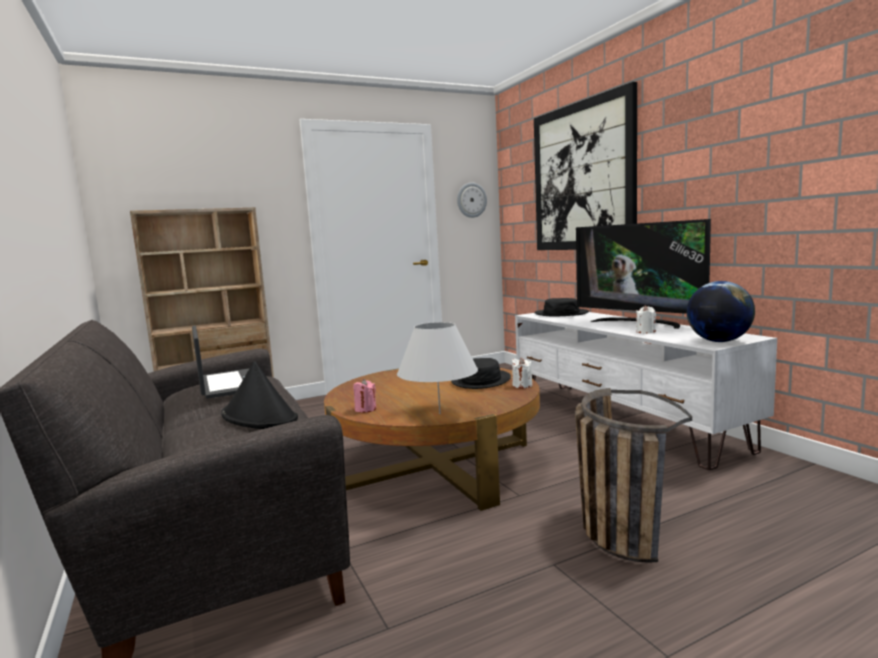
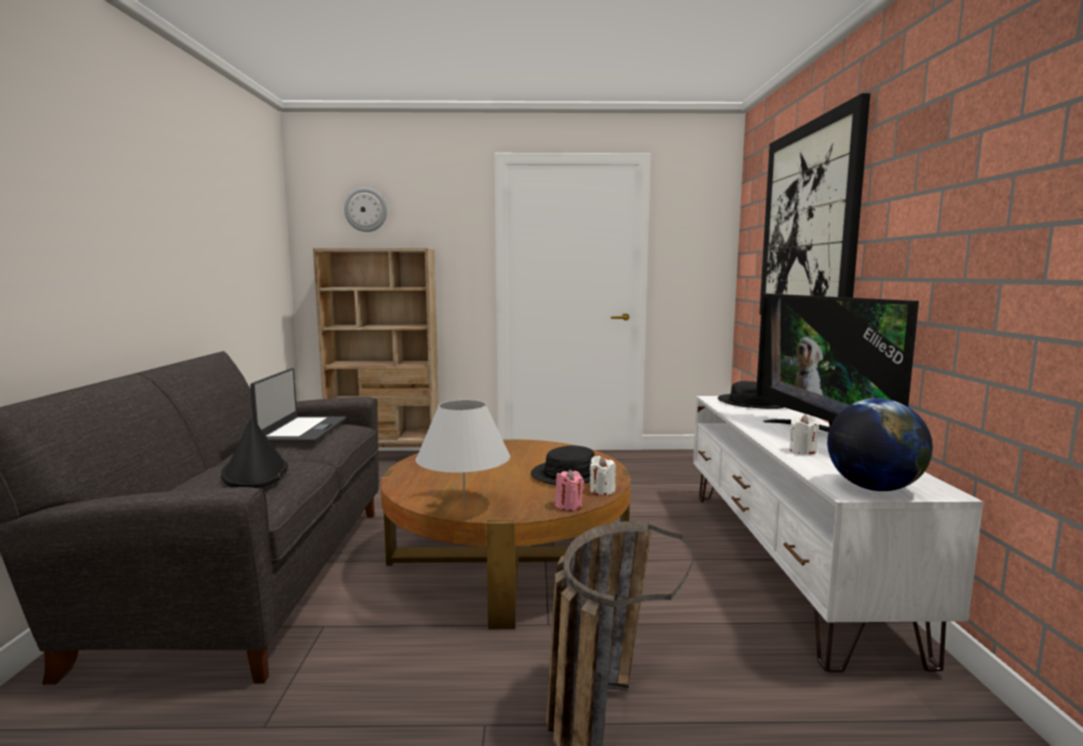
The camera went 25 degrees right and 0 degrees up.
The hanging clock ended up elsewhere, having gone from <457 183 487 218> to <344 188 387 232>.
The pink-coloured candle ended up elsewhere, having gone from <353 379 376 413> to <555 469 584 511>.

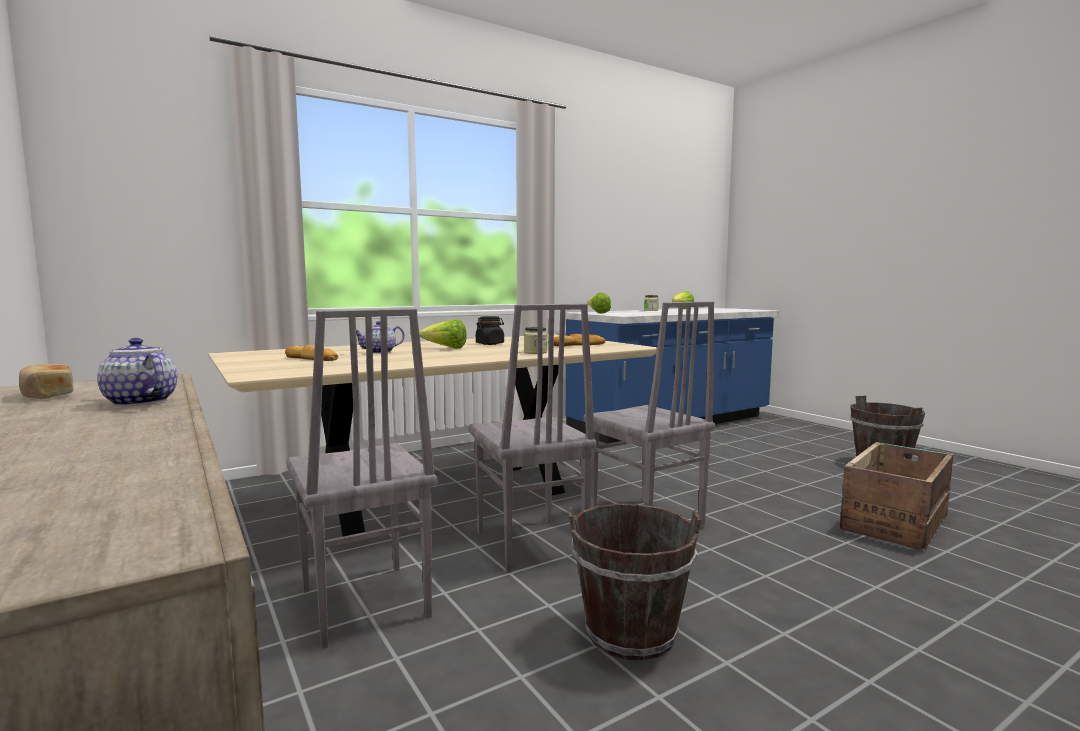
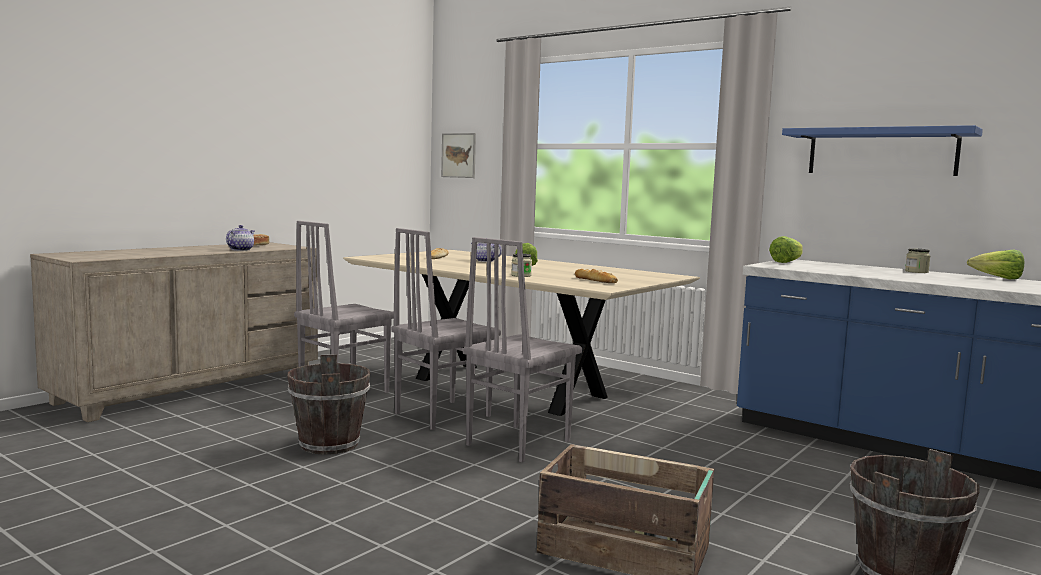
The camera went 70 degrees right and 0 degrees up.
The second view lost the blackish storage jar at <476 316 504 345>.
The second view gained the bluish wall shelf at <782 125 983 176>.
The second view gained the wall art at <441 133 476 178>.

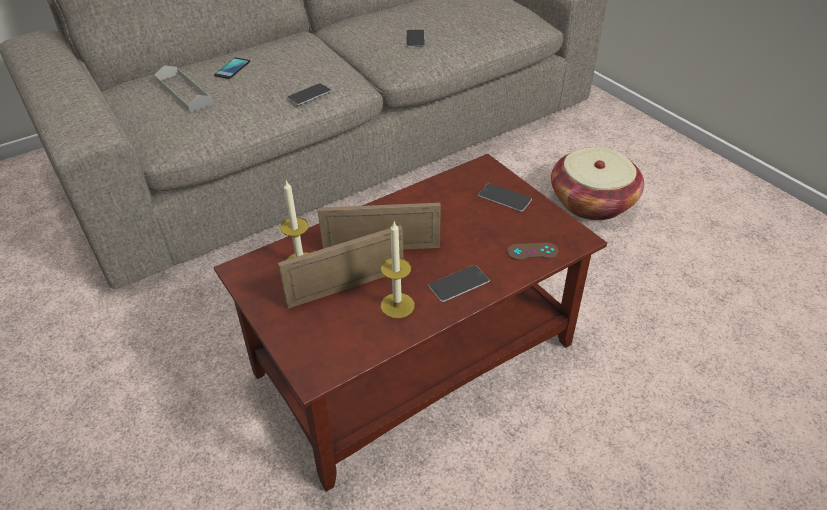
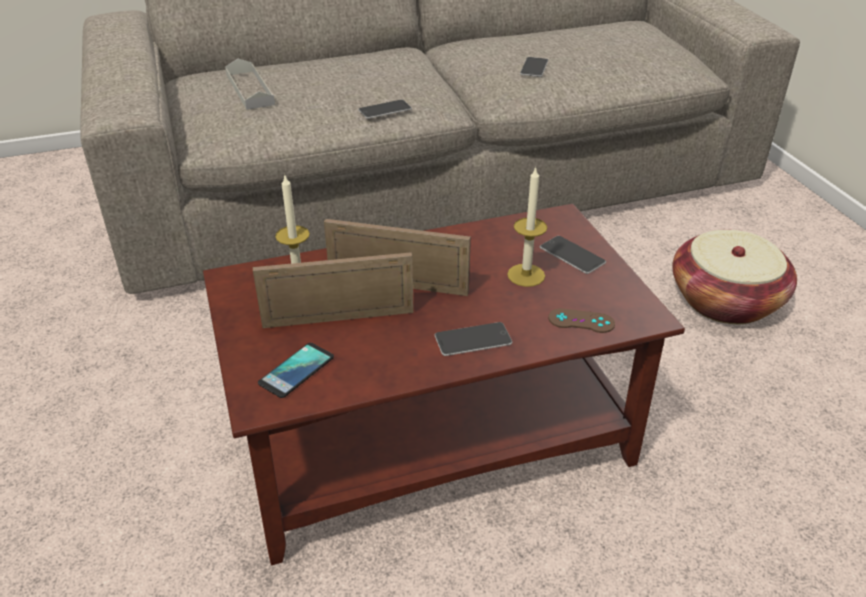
The camera went 15 degrees right and 5 degrees down.
The handset ended up elsewhere, having gone from <214 58 250 79> to <258 343 334 398>.
The candle ended up elsewhere, having gone from <381 222 414 318> to <507 166 547 287>.

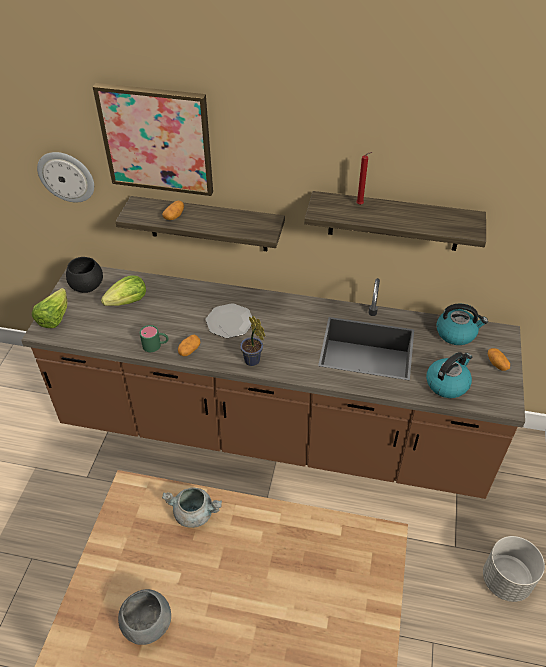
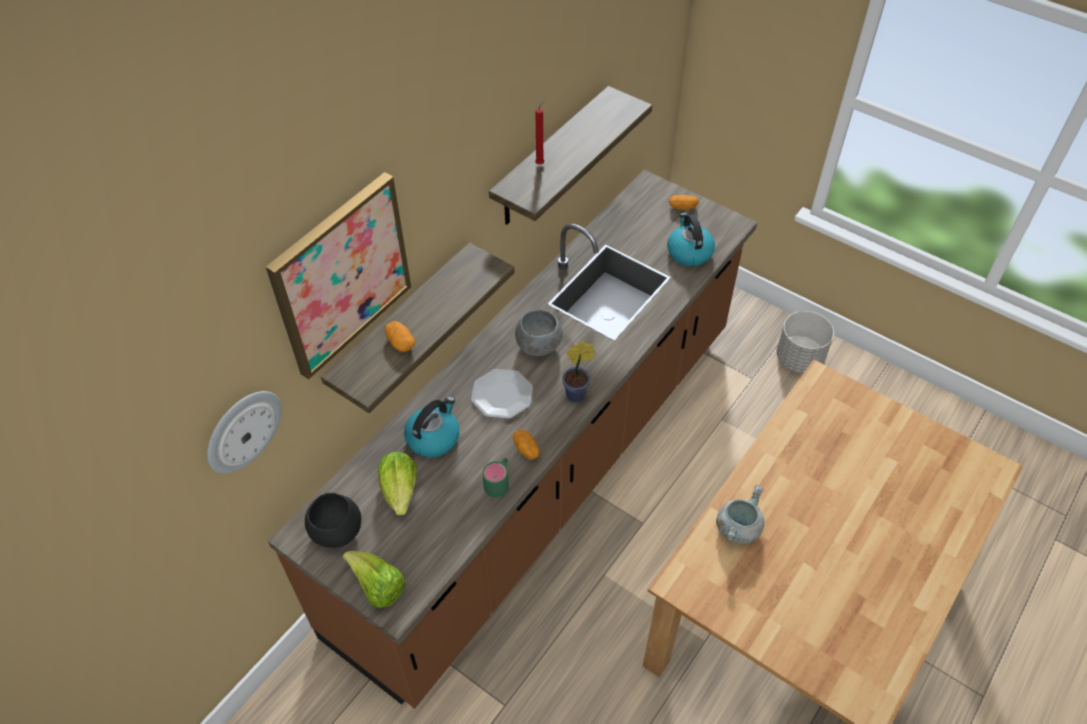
The camera went 65 degrees left and 5 degrees up.
The kettle ended up elsewhere, having gone from <436 304 488 345> to <404 396 459 457>.
The gray deep dish ended up elsewhere, having gone from <118 589 171 645> to <515 309 562 356>.

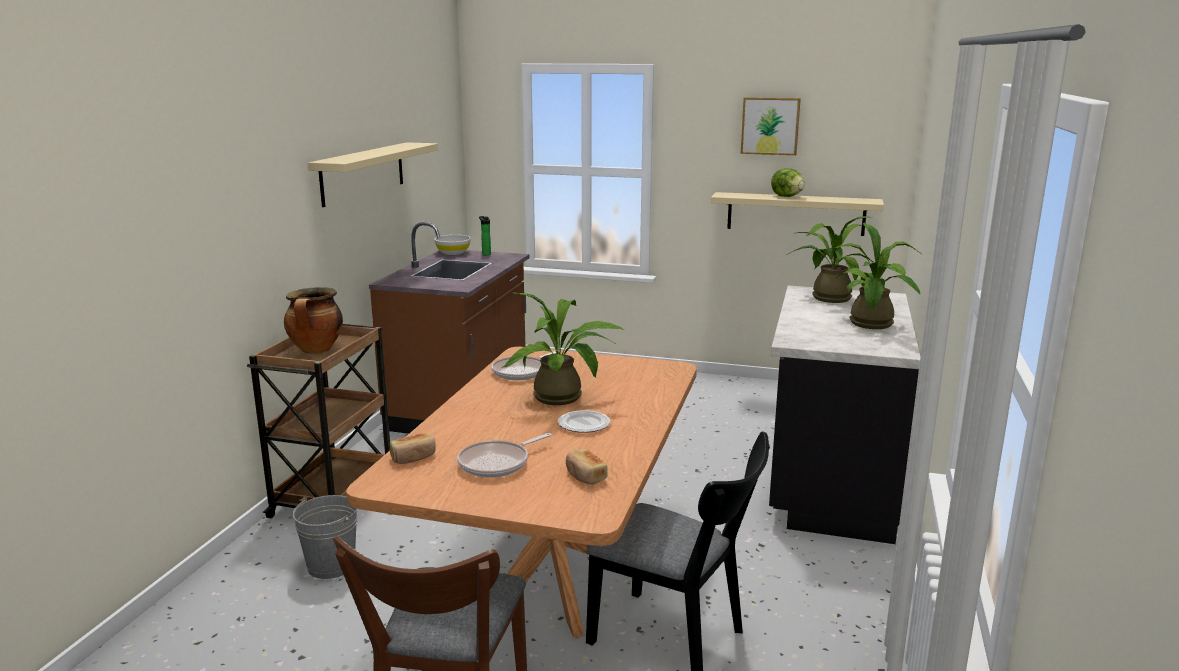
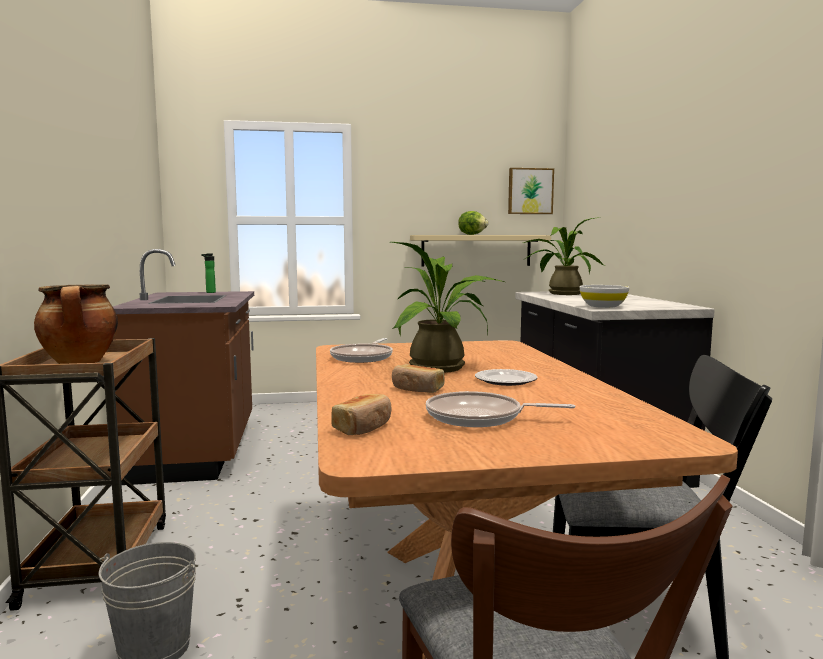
The camera went 25 degrees left and 10 degrees down.
The wall art ended up elsewhere, having gone from <741 97 801 155> to <508 168 554 214>.
The second view lost the beige-coloured wall shelf at <308 142 438 207>.
The second view lost the plant in a pot at <833 223 921 329>.
The white-coloured deep dish ended up elsewhere, having gone from <434 235 471 255> to <580 285 629 308>.
The skillet at <457 433 552 478> ended up facing another way, 75 degrees clockwise from before.
The baked bread ended up elsewhere, having gone from <566 449 607 485> to <392 365 444 393>.

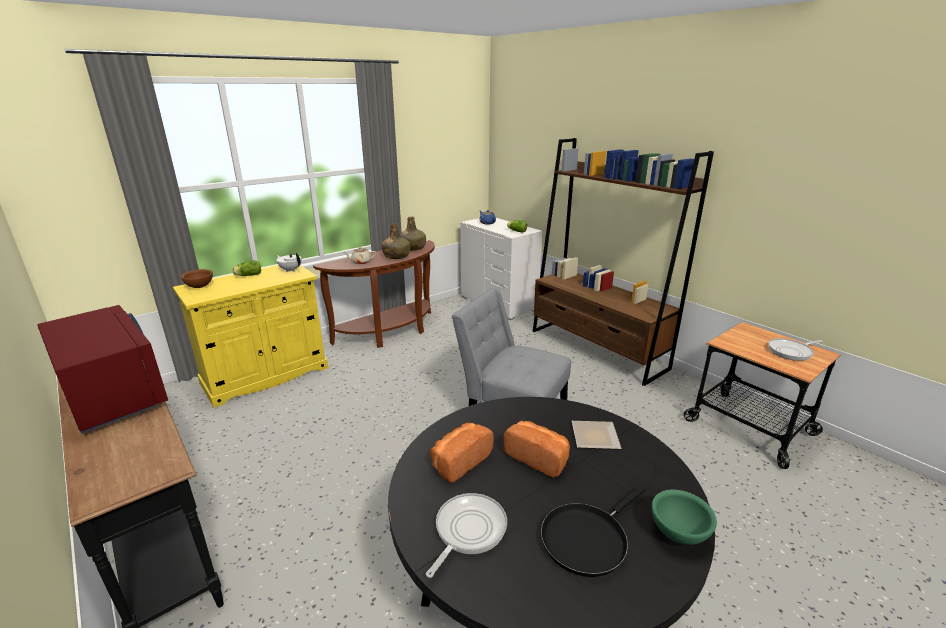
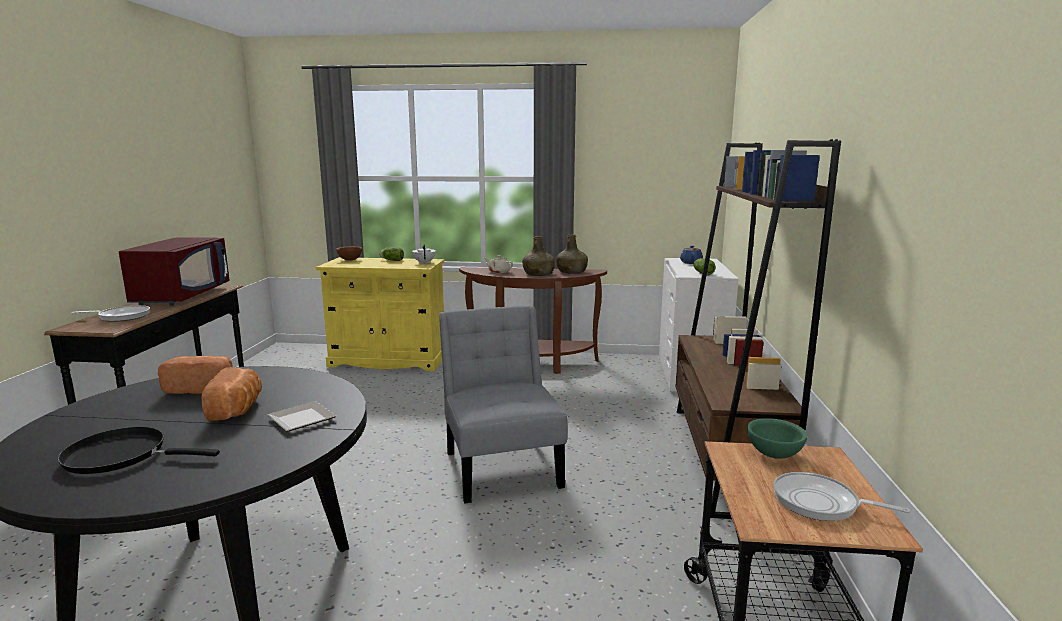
The camera went 45 degrees right and 10 degrees down.
The greenish deep dish ended up elsewhere, having gone from <652 490 717 545> to <747 418 808 459>.
The skillet ended up elsewhere, having gone from <426 493 507 578> to <72 305 150 322>.

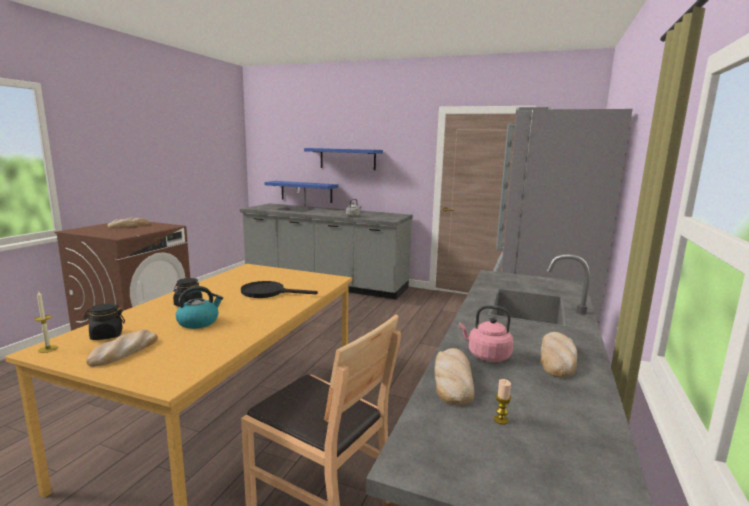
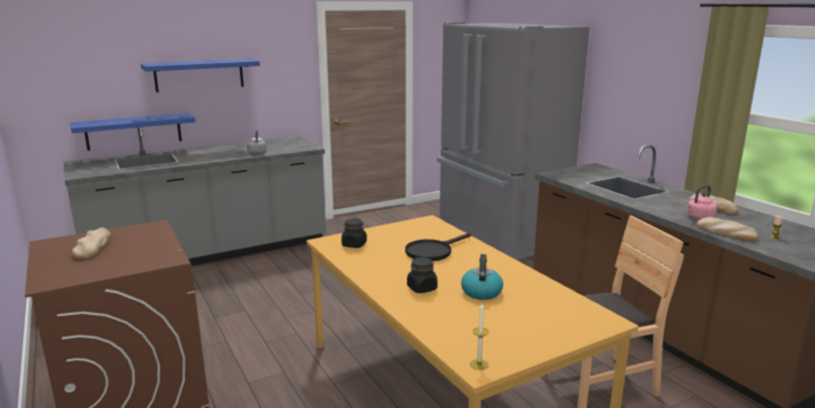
The camera went 50 degrees left and 5 degrees up.
The blackish storage jar ended up elsewhere, having gone from <83 303 125 340> to <342 218 367 248>.
The second view lost the baked bread at <86 329 158 367>.

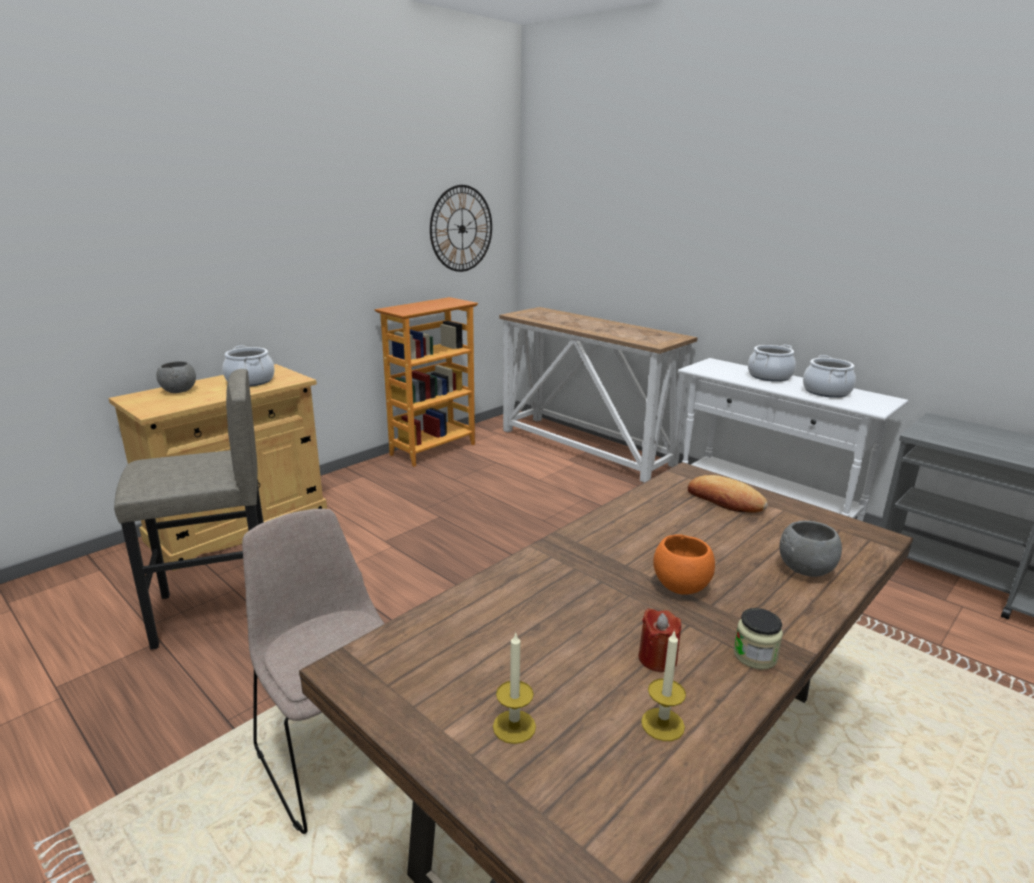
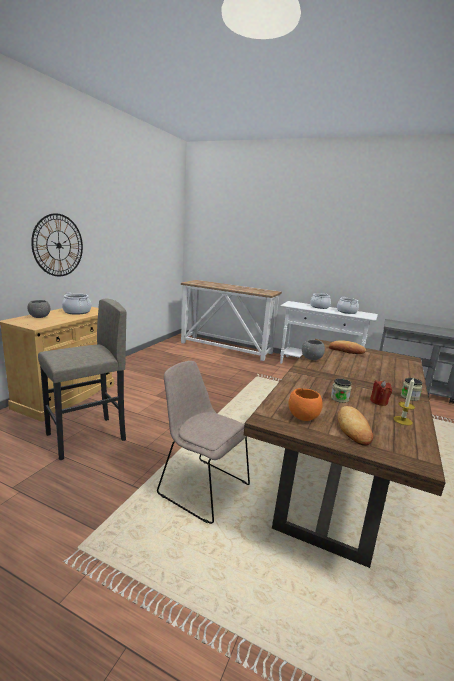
The camera went 20 degrees left and 5 degrees down.
The hanging clock ended up elsewhere, having gone from <430 185 492 272> to <31 213 83 276>.
The second view lost the shelving unit at <374 297 478 467>.
The gray deep dish ended up elsewhere, having gone from <780 521 842 577> to <302 340 325 360>.
The orange-coloured deep dish ended up elsewhere, having gone from <653 534 715 595> to <288 388 323 421>.
Where the candle stood at <493 632 536 744>, the baked bread came to stand at <337 406 373 446>.
The second view gained the storage jar at <331 378 352 403>.

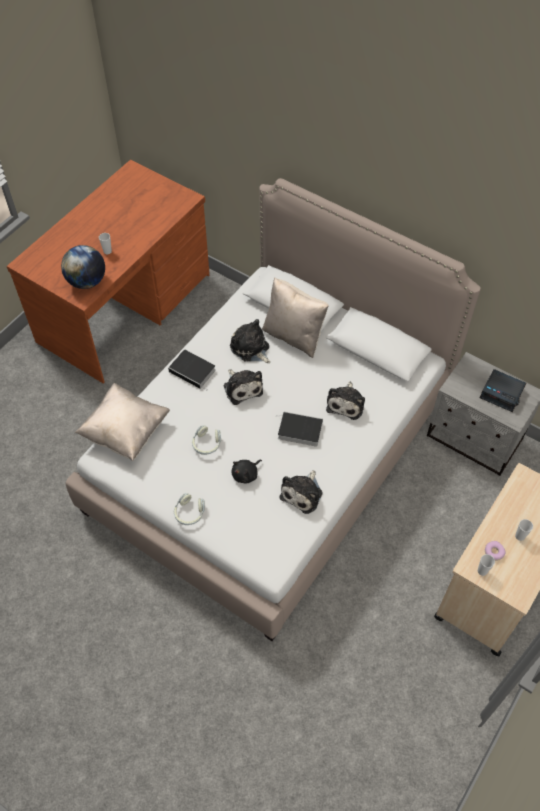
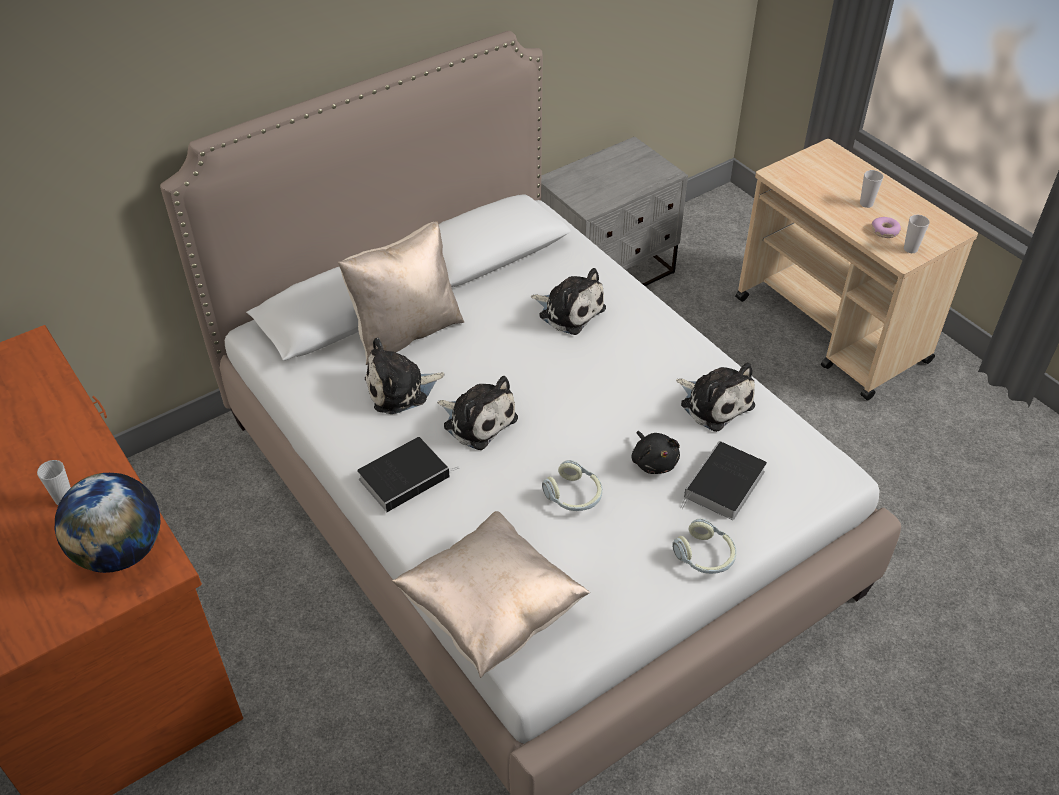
The camera went 70 degrees left and 10 degrees down.
The cuddly toy at <224 369 263 405> ended up facing another way, 45 degrees clockwise from before.
The second view lost the table clock at <480 369 526 412>.
The volume ended up elsewhere, having gone from <276 412 323 447> to <681 441 767 520>.

